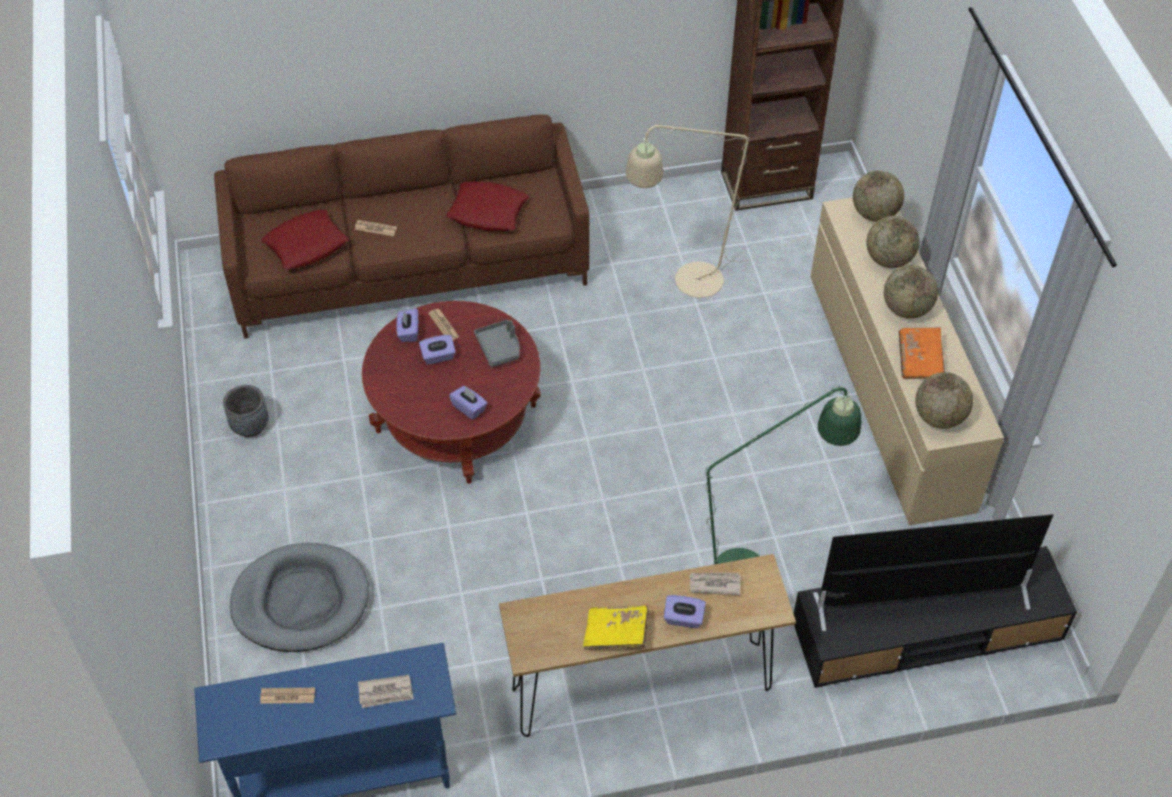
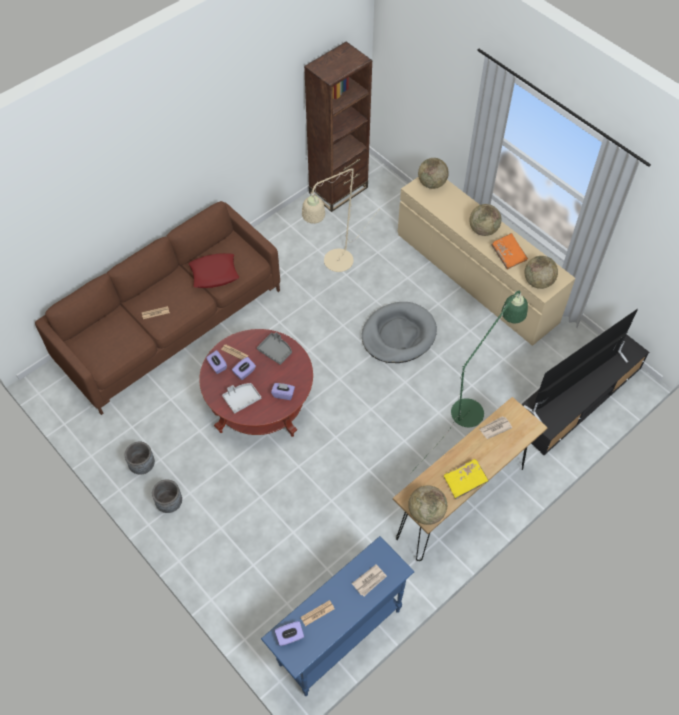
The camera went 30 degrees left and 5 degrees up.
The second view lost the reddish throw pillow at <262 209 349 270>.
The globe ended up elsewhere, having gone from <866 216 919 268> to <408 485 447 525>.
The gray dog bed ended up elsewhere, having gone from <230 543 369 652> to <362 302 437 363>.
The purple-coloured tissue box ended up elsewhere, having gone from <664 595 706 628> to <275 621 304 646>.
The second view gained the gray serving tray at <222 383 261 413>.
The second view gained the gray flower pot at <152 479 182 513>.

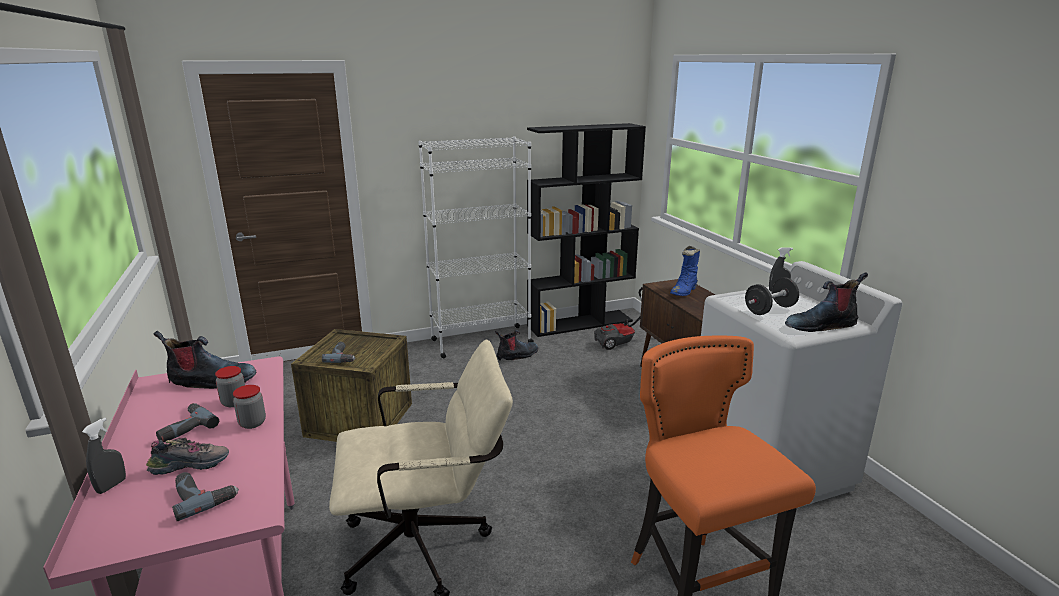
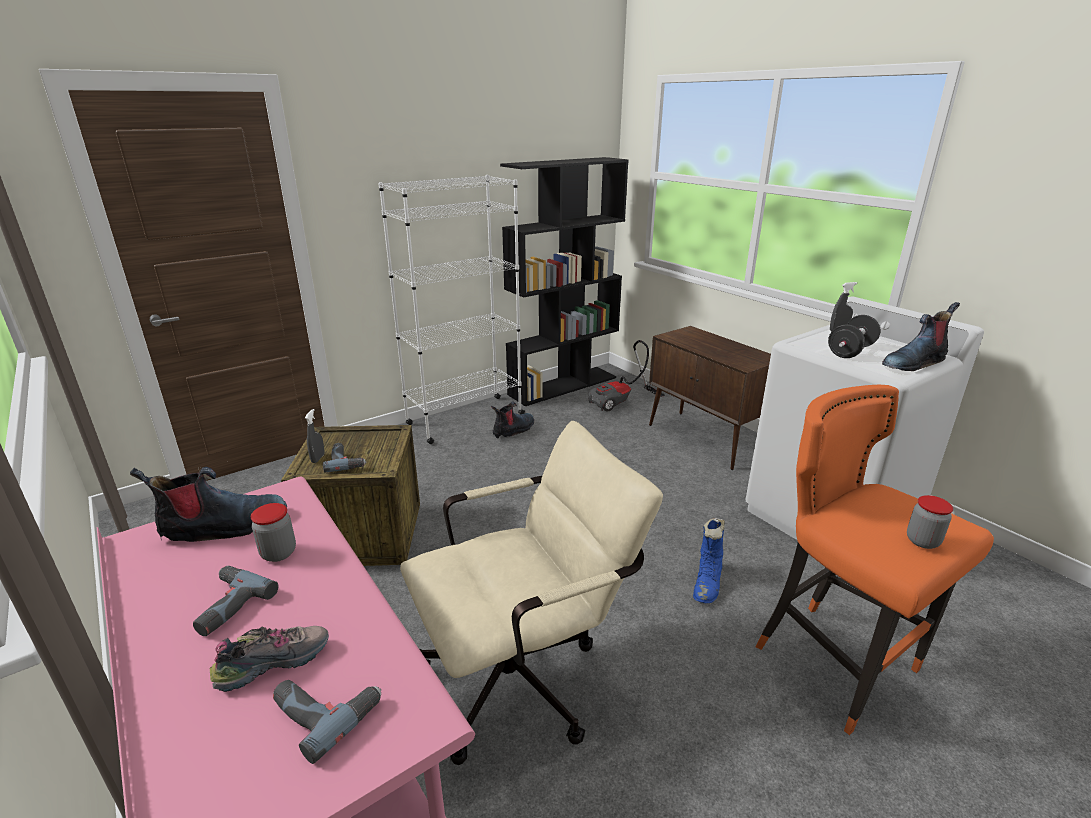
The camera went 15 degrees left and 5 degrees up.
The bluish high-top boot ended up elsewhere, having gone from <670 245 700 296> to <693 518 725 603>.
The storage jar ended up elsewhere, having gone from <233 385 266 429> to <907 495 953 549>.
The gray sprayer ended up elsewhere, having gone from <82 418 126 494> to <305 409 325 463>.

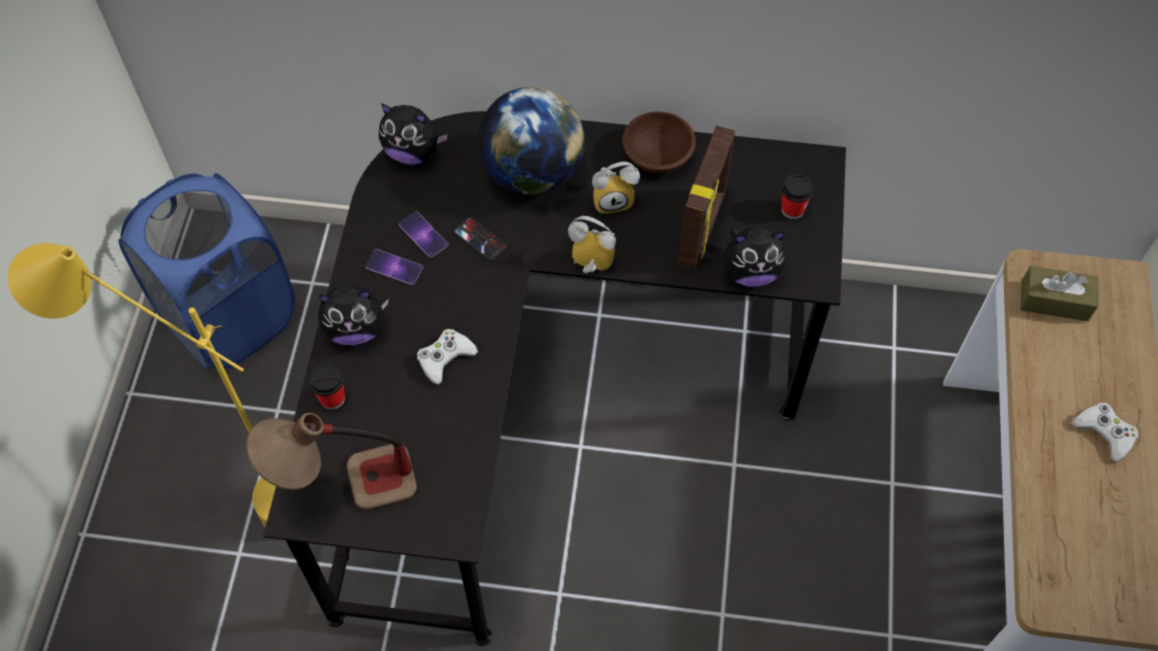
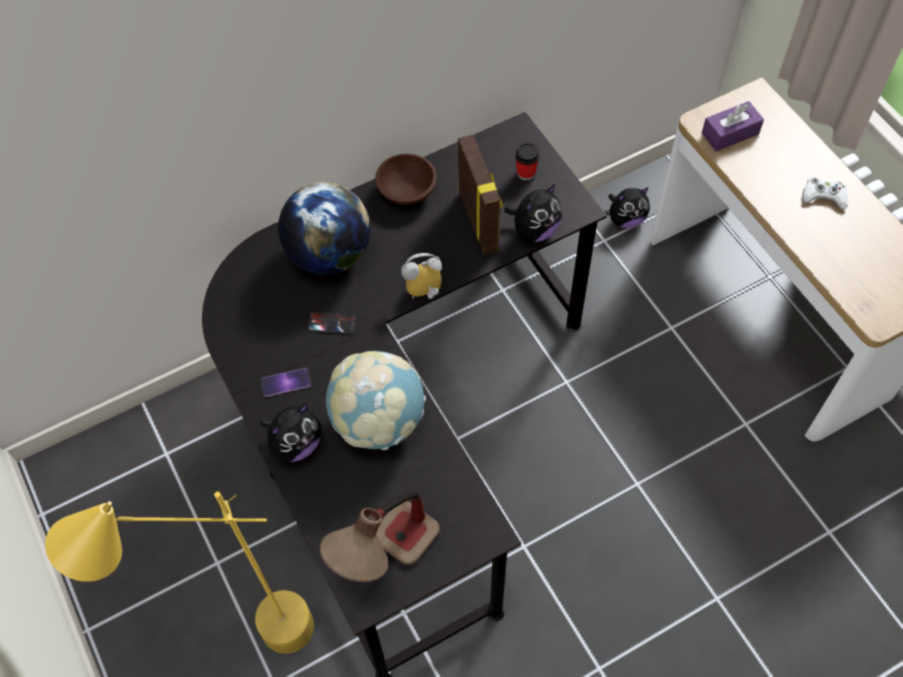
The camera went 35 degrees left and 0 degrees up.
The cuddly toy ended up elsewhere, having gone from <379 103 448 165> to <608 187 650 228>.
The second view lost the table clock at <592 162 640 214>.
The second view lost the bluish laundry basket at <118 173 295 369>.
The second view lost the handset at <398 211 449 258>.
What was the brown tissue box at <1020 266 1098 321> turned into the purple-coloured tissue box at <702 101 764 151>.
Where the white-coloured joypad stood at <417 329 478 385>, the globe came to stand at <326 351 426 450>.
The second view lost the drinking cup at <309 364 345 410>.

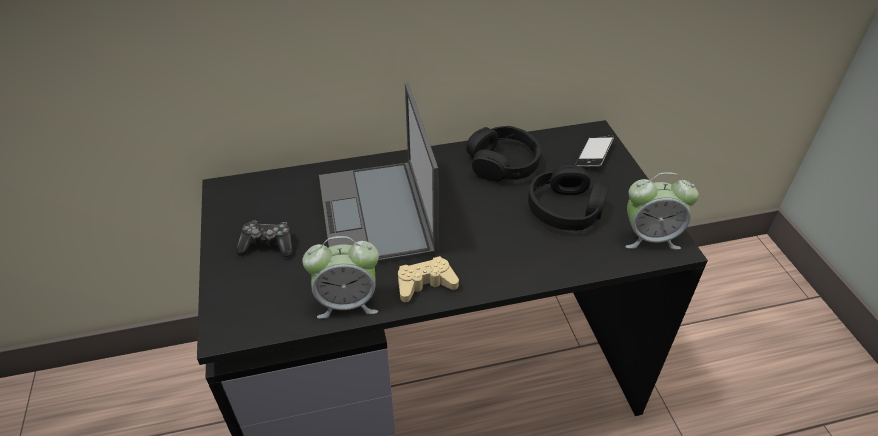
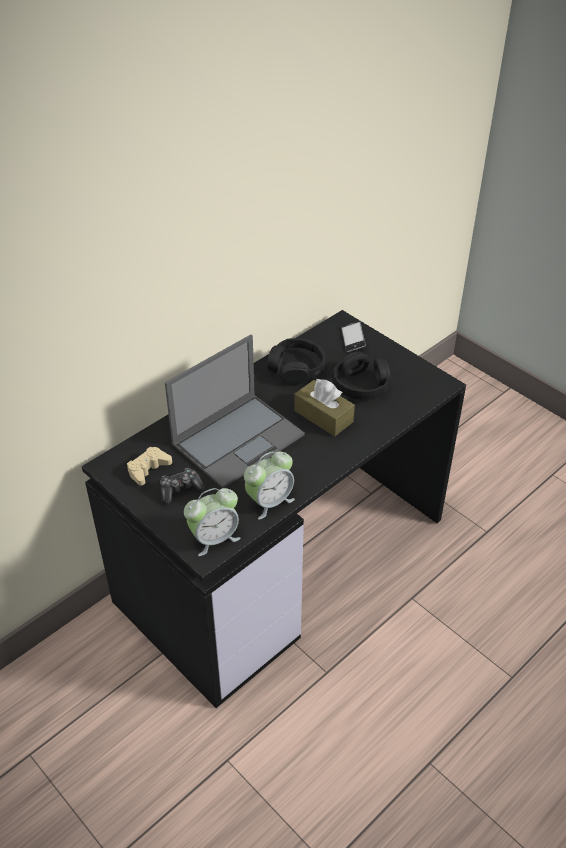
The camera went 30 degrees left and 0 degrees up.
The laptop at <319 82 438 263> ended up facing another way, 90 degrees counterclockwise from before.
The table clock ended up elsewhere, having gone from <625 172 699 249> to <184 488 240 556>.
The beige-coloured joypad ended up elsewhere, having gone from <398 256 459 302> to <127 447 172 485>.
The second view gained the brown tissue box at <294 379 355 436>.

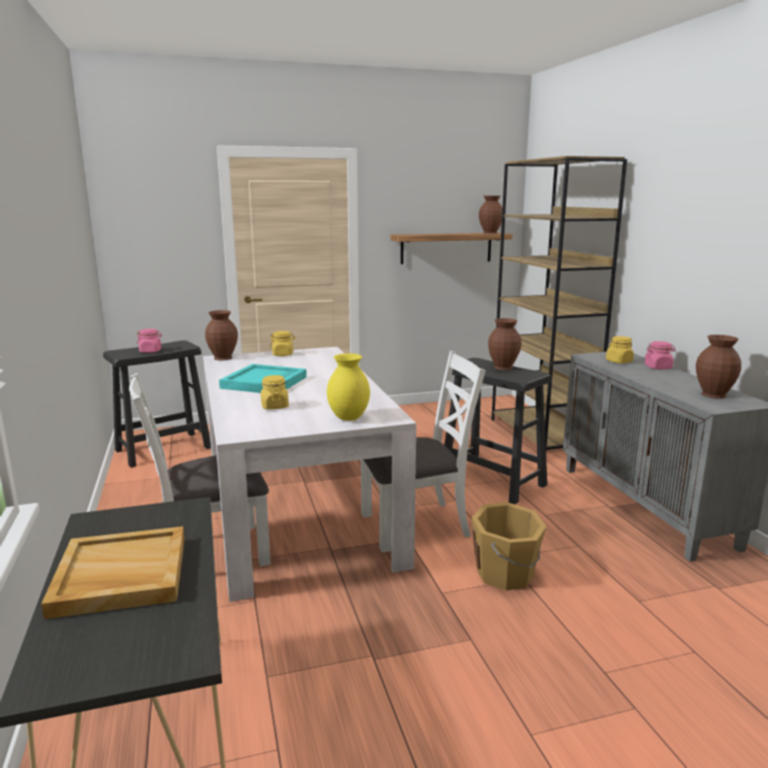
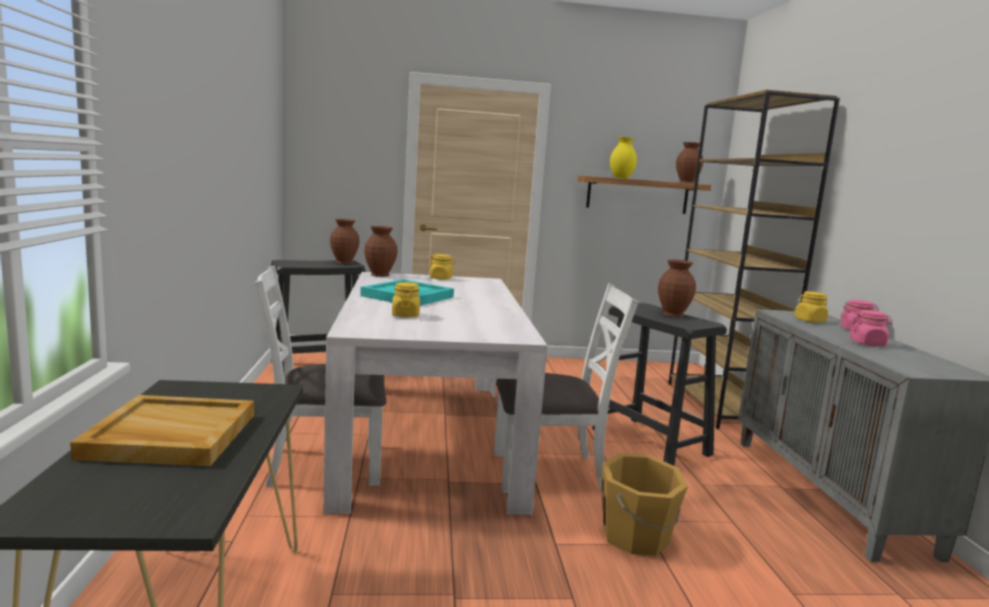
The camera went 10 degrees right and 5 degrees down.
The pink-coloured storage jar ended up elsewhere, having gone from <137 329 162 353> to <850 310 893 346>.
The brown flower vase ended up elsewhere, having gone from <696 335 741 399> to <330 219 360 264>.
The yellow flower vase ended up elsewhere, having gone from <327 353 370 421> to <610 137 637 178>.

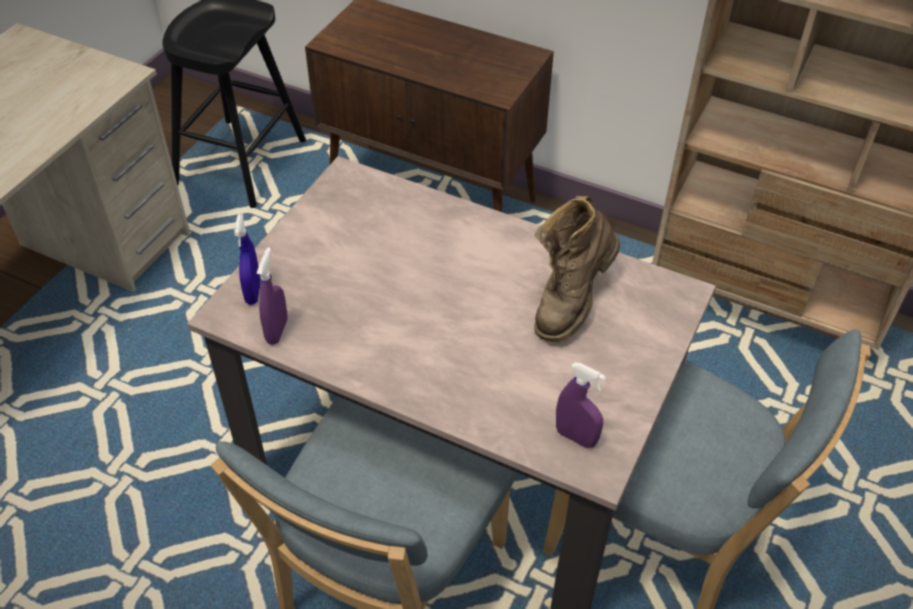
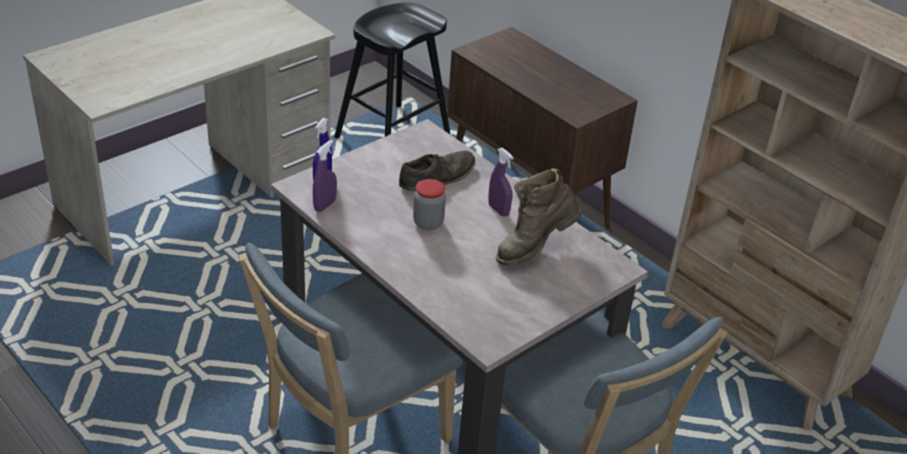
The camera went 20 degrees right and 10 degrees down.
The purple-coloured sprayer ended up elsewhere, having gone from <556 362 606 448> to <488 148 514 217>.
The second view gained the brown shoe at <399 150 475 191>.
The second view gained the storage jar at <413 179 446 230>.

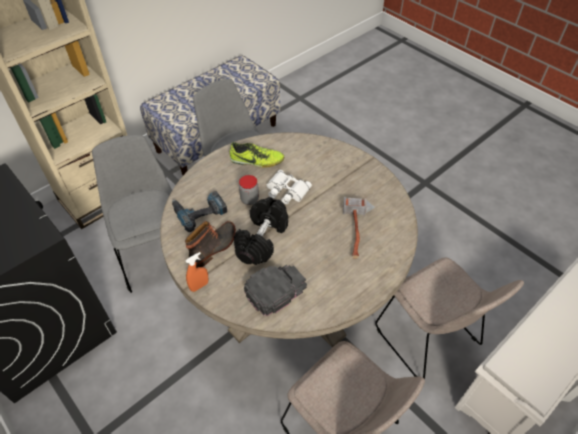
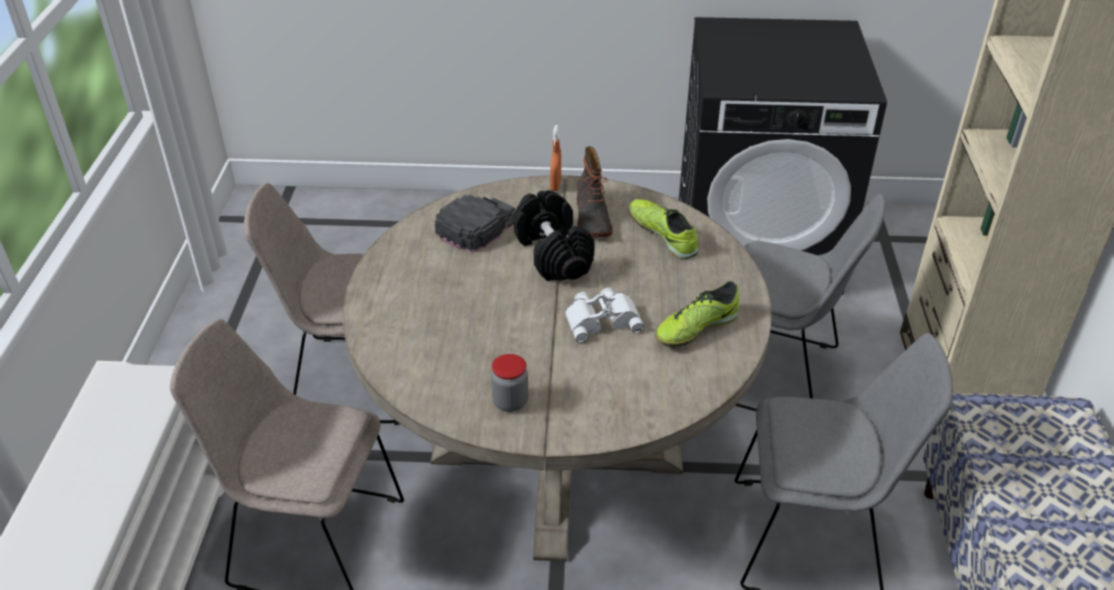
The camera went 135 degrees right and 10 degrees down.
The storage jar ended up elsewhere, having gone from <239 175 259 205> to <491 354 528 412>.
Where the electric drill stood at <172 191 227 232>, the shoe came to stand at <629 199 698 259>.
The second view lost the hand hammer at <343 197 375 259>.
The blackish cap at <244 265 307 316> ended up facing another way, 150 degrees counterclockwise from before.

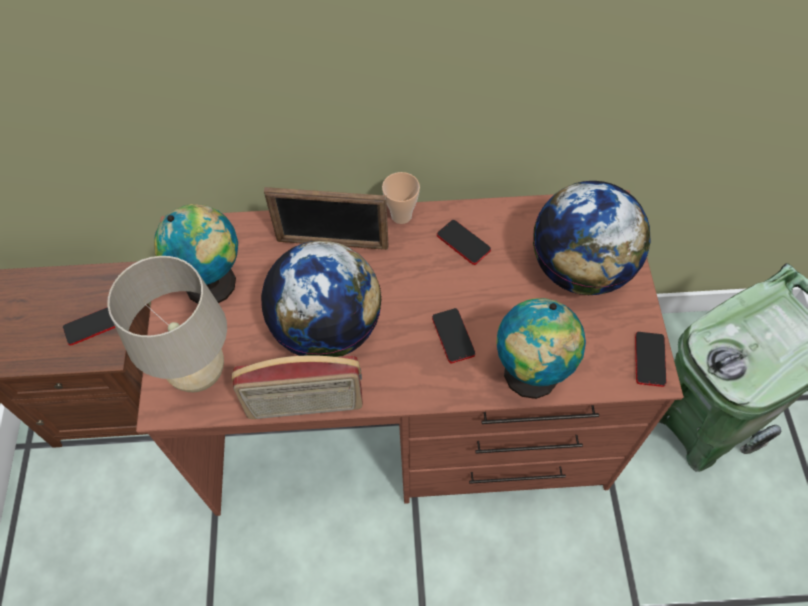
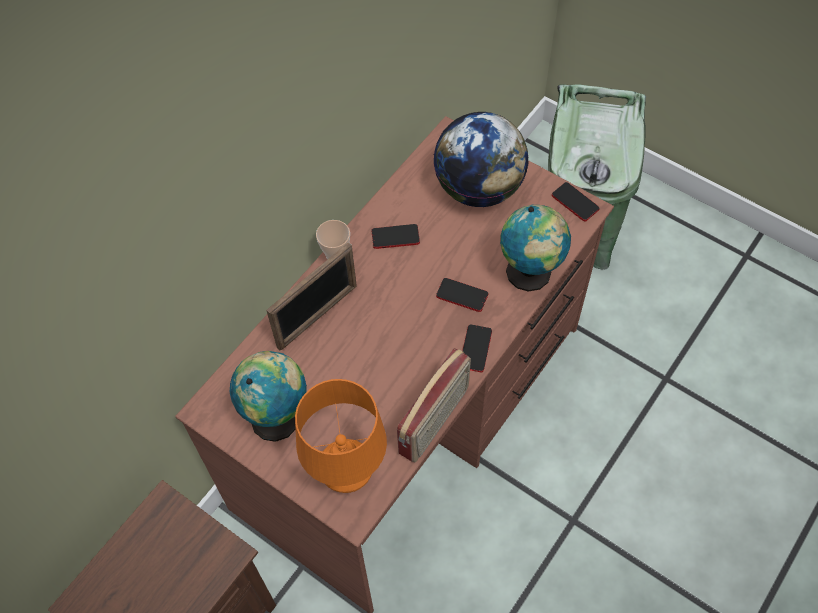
The camera went 50 degrees left and 0 degrees up.
The second view lost the globe at <261 241 382 357>.
What was the beige-coloured lamp for a table at <107 256 227 392> turned into the orange-coloured lamp for a table at <295 379 387 493>.
The handset ended up elsewhere, having gone from <63 307 115 345> to <462 324 492 373>.

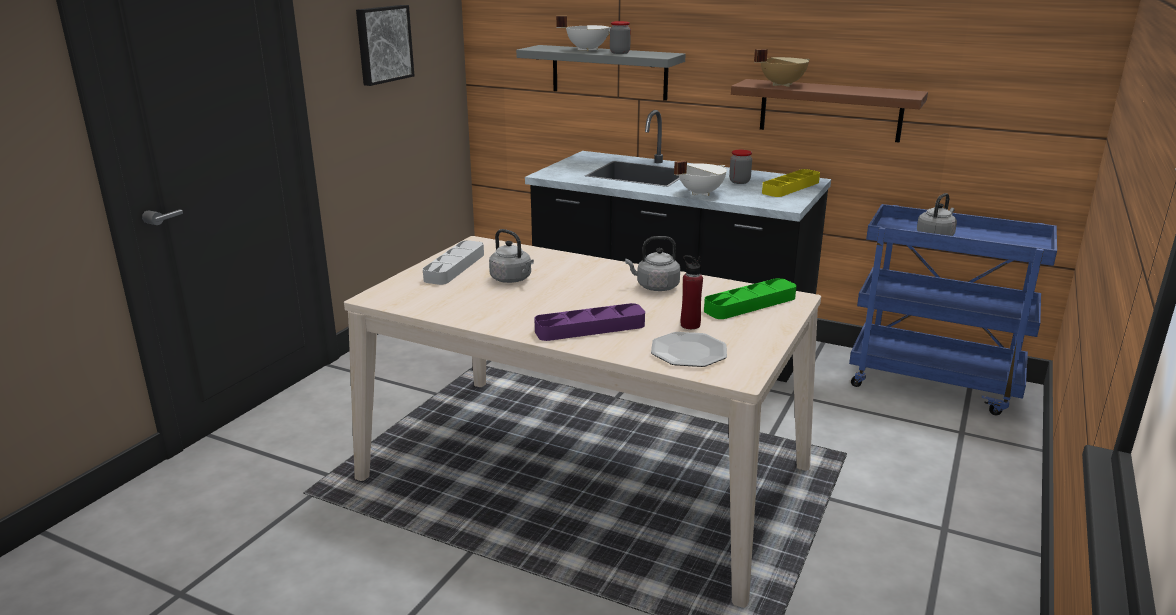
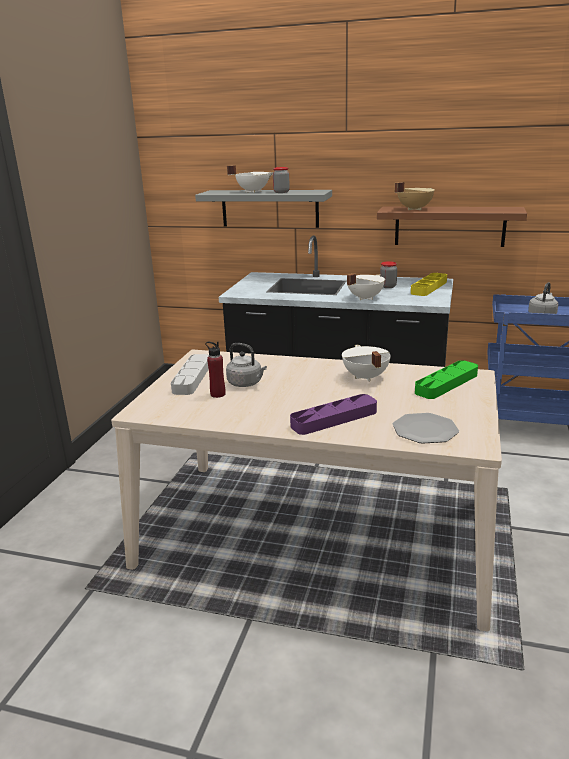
The camera went 10 degrees left and 0 degrees up.
The second view lost the wall art at <356 5 415 86>.
Where the gray kettle stood at <625 236 680 291>, the white-coloured stockpot came to stand at <342 345 391 382>.
The reddish beverage bottle ended up elsewhere, having gone from <681 255 703 329> to <205 342 226 398>.

